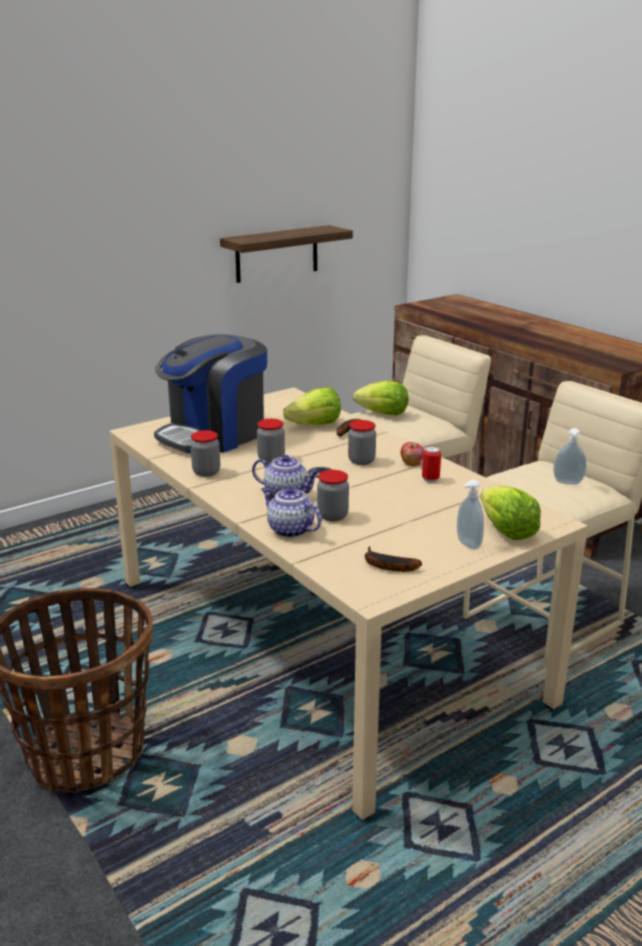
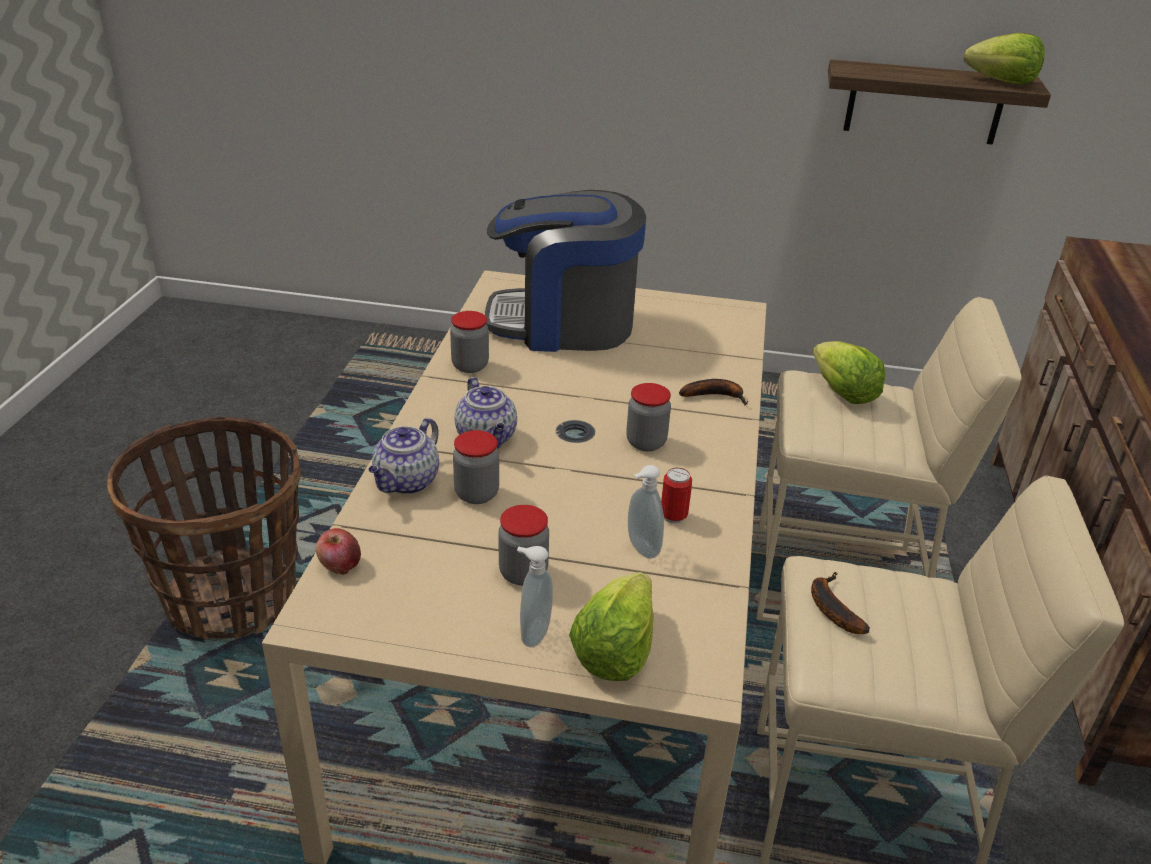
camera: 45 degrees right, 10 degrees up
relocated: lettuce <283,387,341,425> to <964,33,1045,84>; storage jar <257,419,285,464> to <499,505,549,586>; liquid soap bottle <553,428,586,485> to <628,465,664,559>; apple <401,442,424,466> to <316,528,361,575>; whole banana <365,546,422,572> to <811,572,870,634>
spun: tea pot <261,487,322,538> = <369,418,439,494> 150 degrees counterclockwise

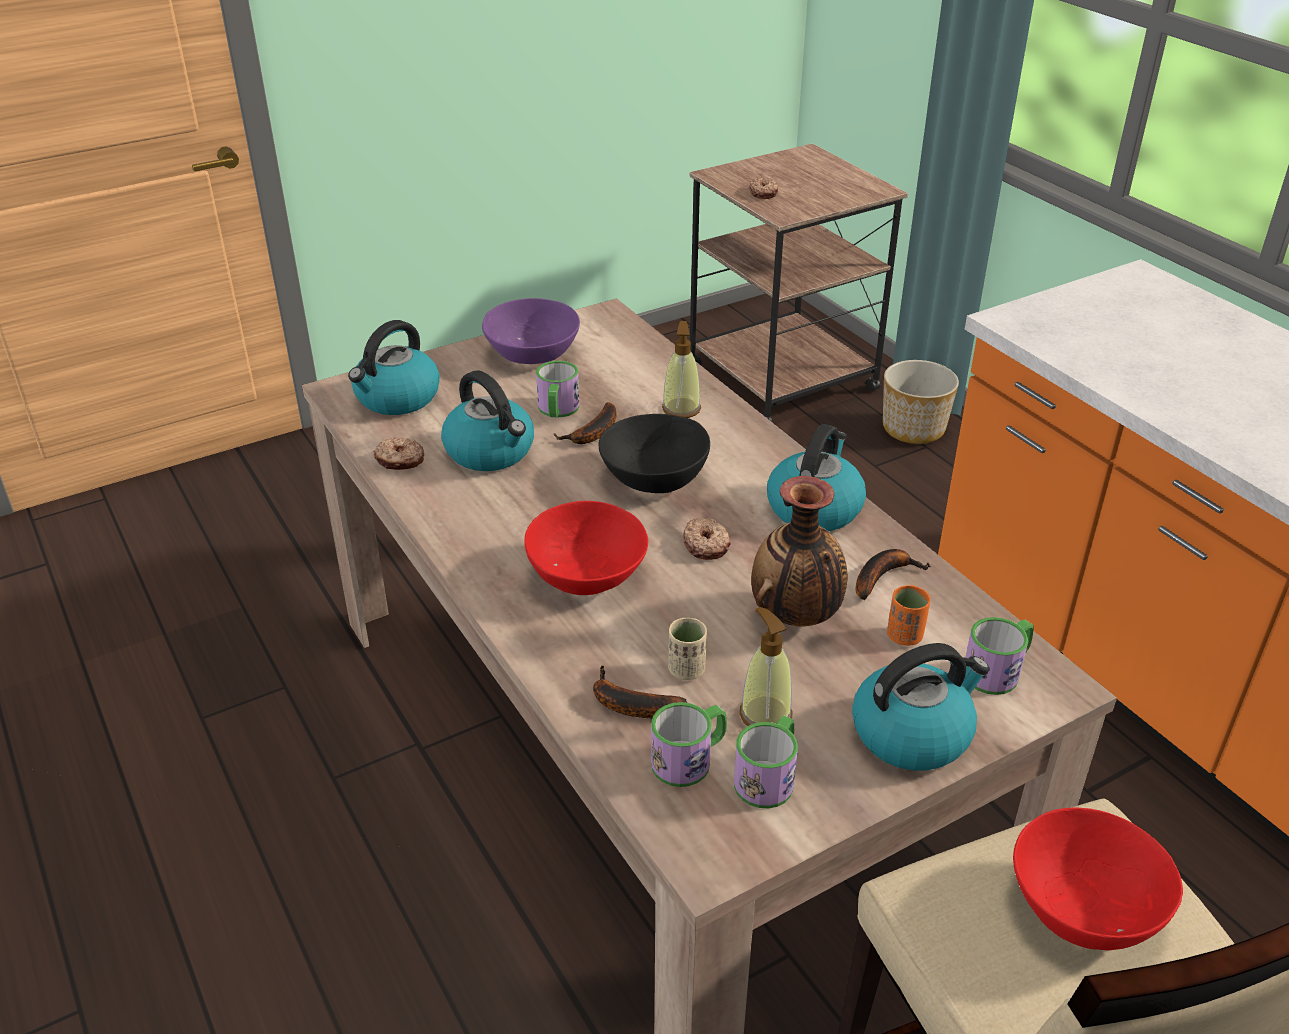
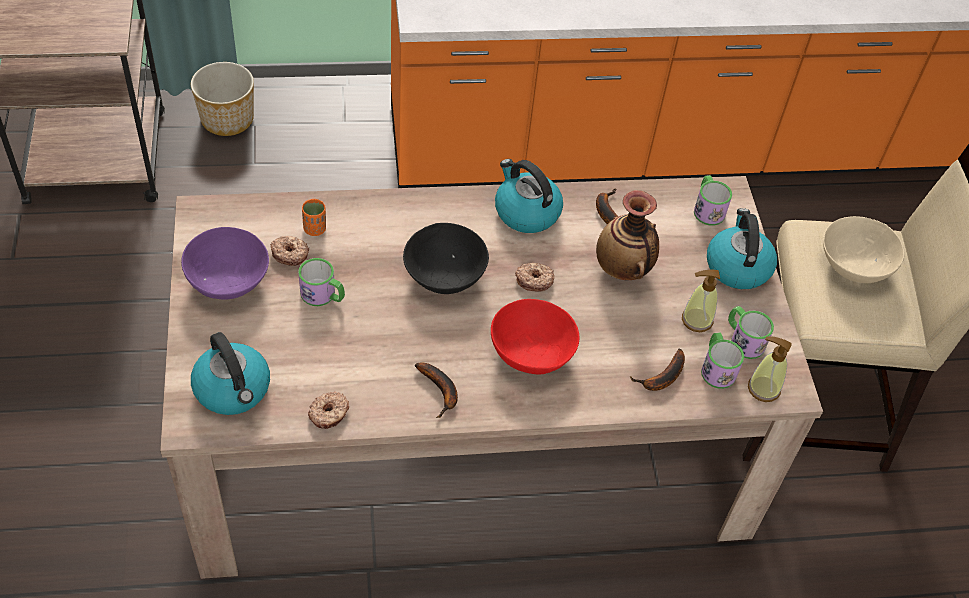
camera: 70 degrees left, 15 degrees up
missing: tea kettle <441,370,534,471>; sand-coloured drinking cup <668,618,707,680>
relocated: ring doughnut <749,177,778,199> to <270,236,309,266>; liquid soap bottle <662,321,701,418> to <748,336,792,402>; whole banana <553,402,617,444> to <415,363,458,418>; orange-coloured drinking cup <887,585,930,646> to <302,199,326,236>
colour: reddish deep dish <1013,807,1183,951> to sand-coloured deep dish <823,216,904,283>

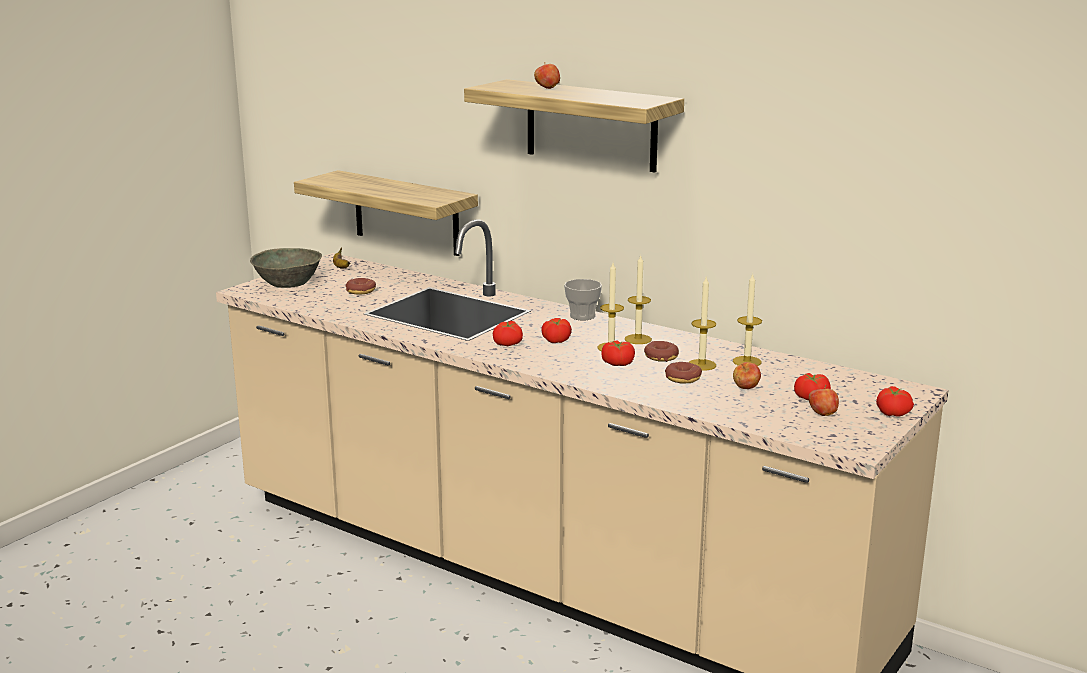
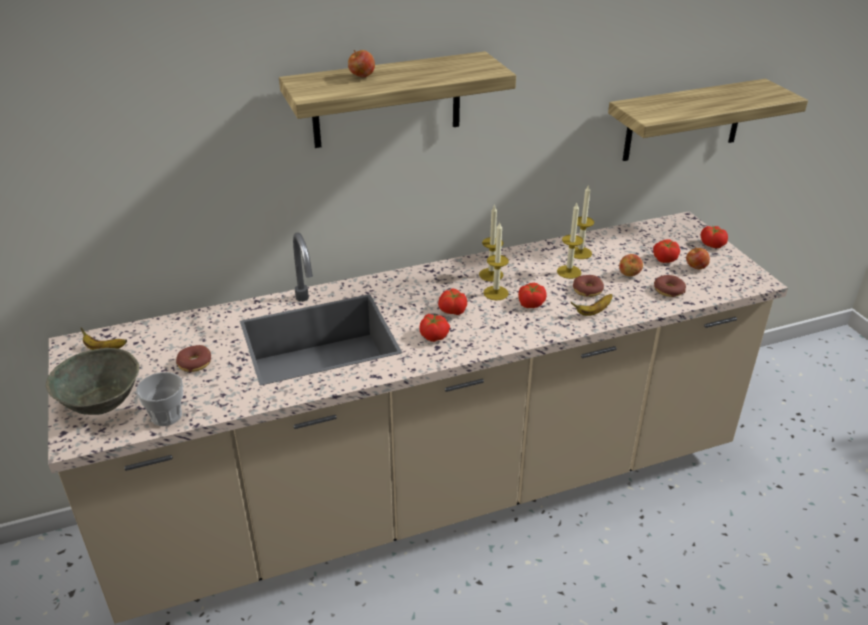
camera: 55 degrees left, 15 degrees up
appeared: whole banana <571,294,613,316>
relocated: shelf <294,170,478,256> to <608,79,808,161>; drinking cup <564,279,602,321> to <136,372,183,426>; ring doughnut <644,341,679,362> to <654,275,686,297>

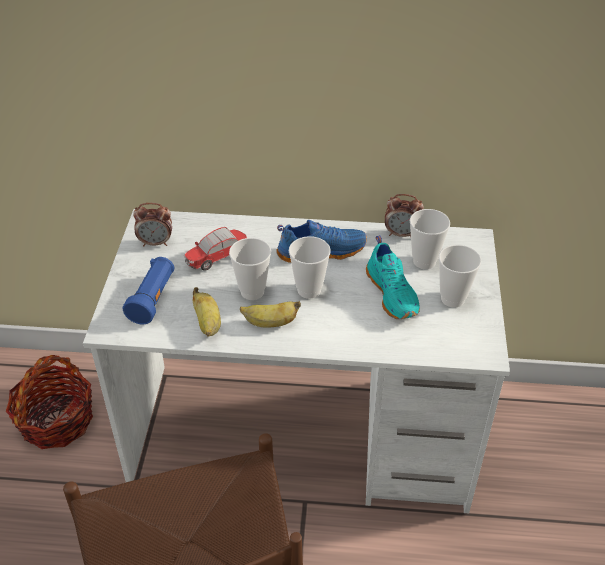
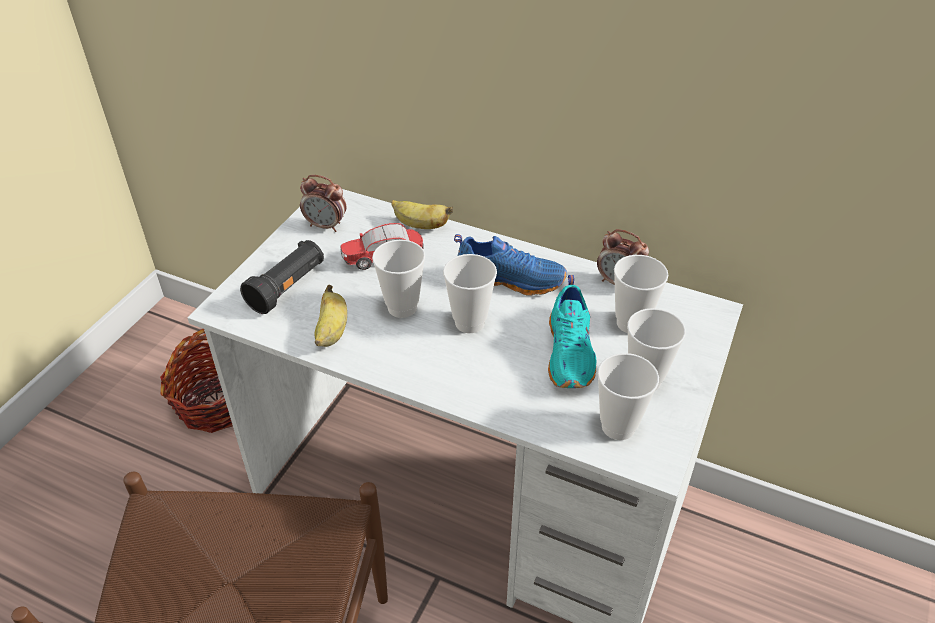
camera: 20 degrees right, 0 degrees up
appeared: drinking cup <597,353,659,440>
relocated: whole banana <240,301,301,328> to <391,200,453,229>
colour: bluish flashlight <123,257,174,325> to black-coloured flashlight <240,240,324,314>

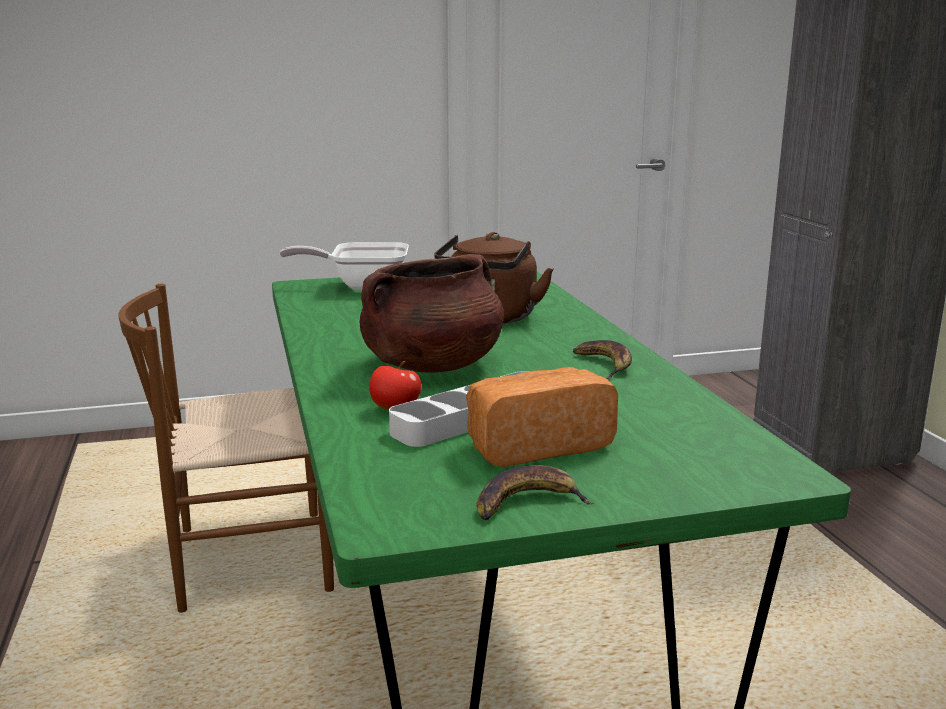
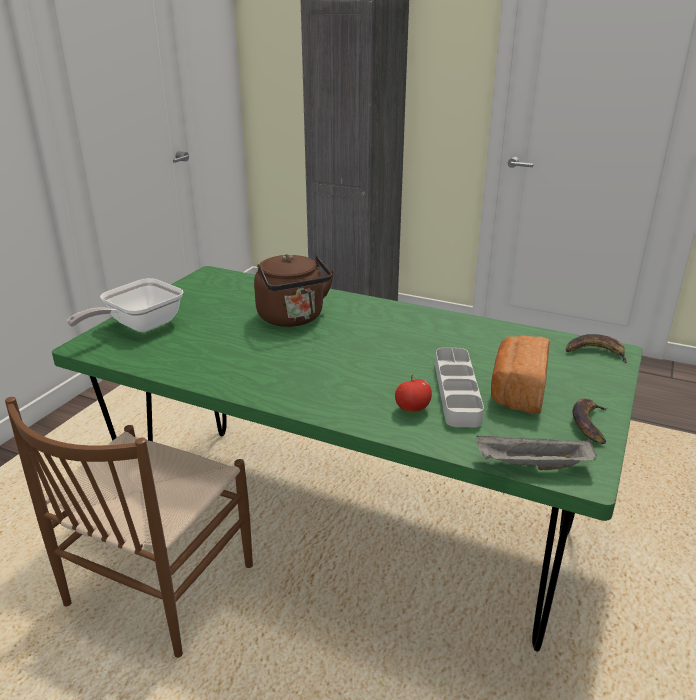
camera: 50 degrees left, 10 degrees up
missing: brown cooking pot <360,254,504,373>
appeared: gray serving tray <476,435,597,470>
relocated: whole banana <573,340,632,379> to <566,334,627,363>

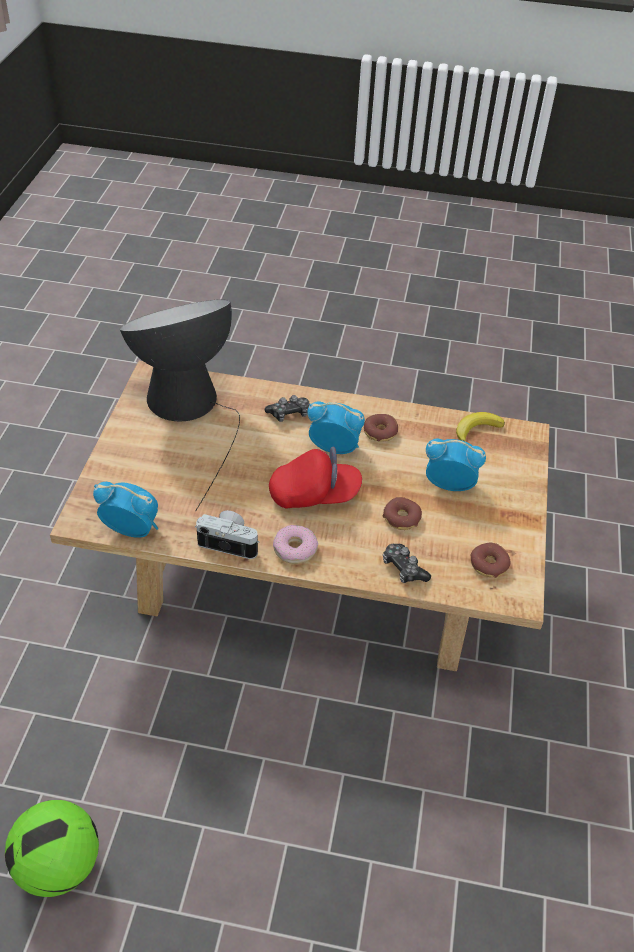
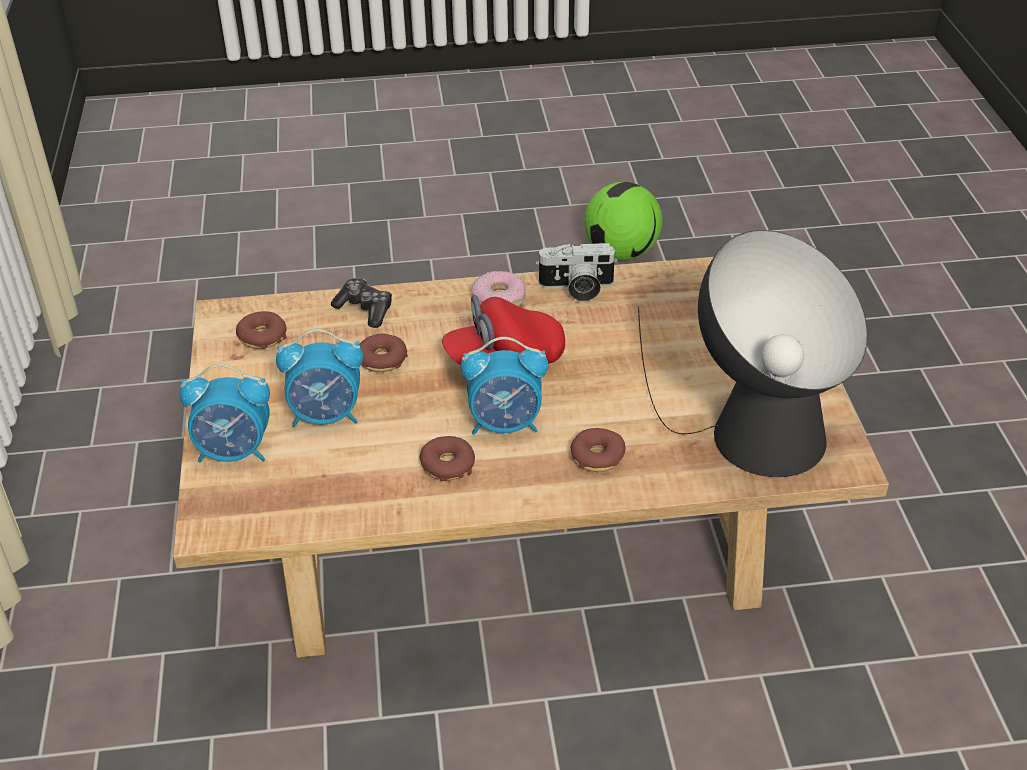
camera: 165 degrees right, 5 degrees down
missing: whole banana <456,412,505,442>
relocated: bedside clock <93,482,158,538> to <180,364,270,463>
exchanged: joypad <265,395,309,422> to ring doughnut <571,428,625,472>

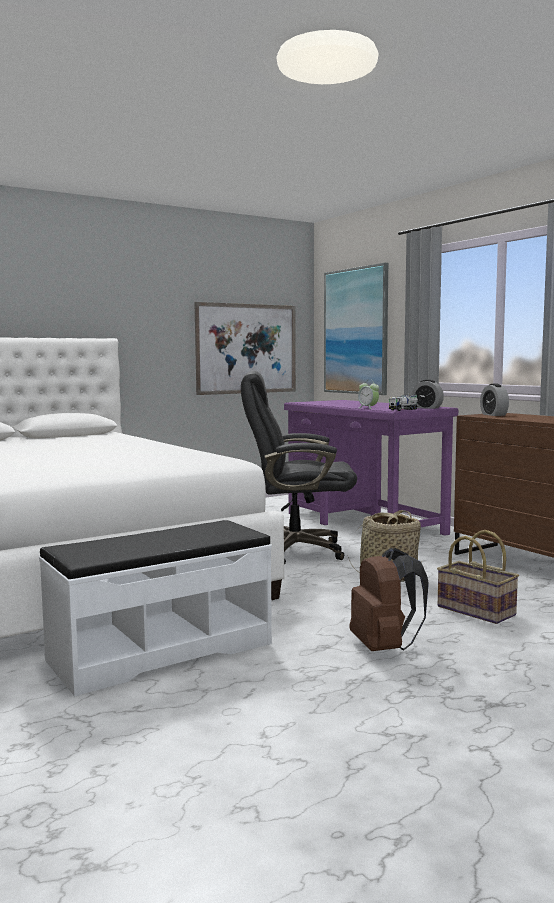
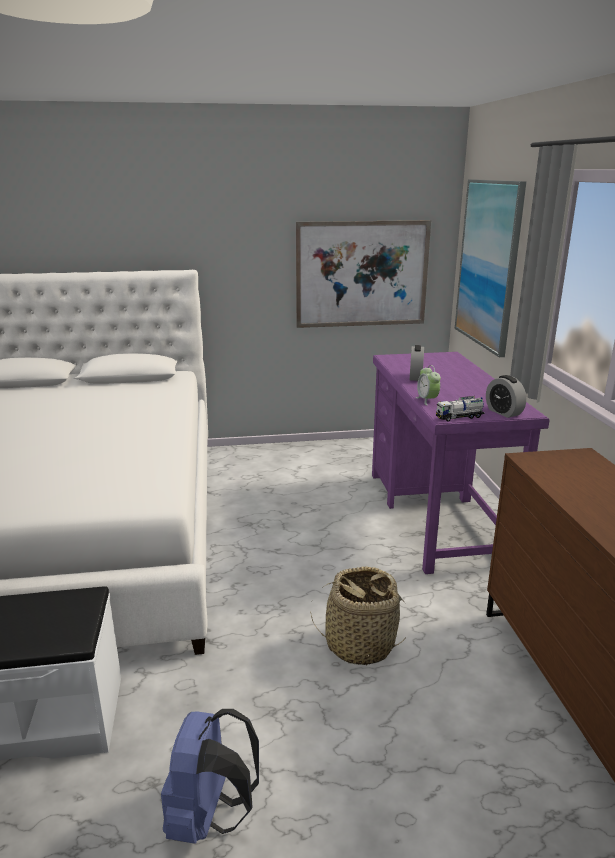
camera: 25 degrees right, 15 degrees up
missing: black-coloured computer chair <241,371,357,565>; storage basket <437,530,519,624>
relocated: bedside clock <480,384,509,416> to <409,345,424,381>
colour: brown backpack <349,548,429,651> to bluish backpack <161,709,259,844>

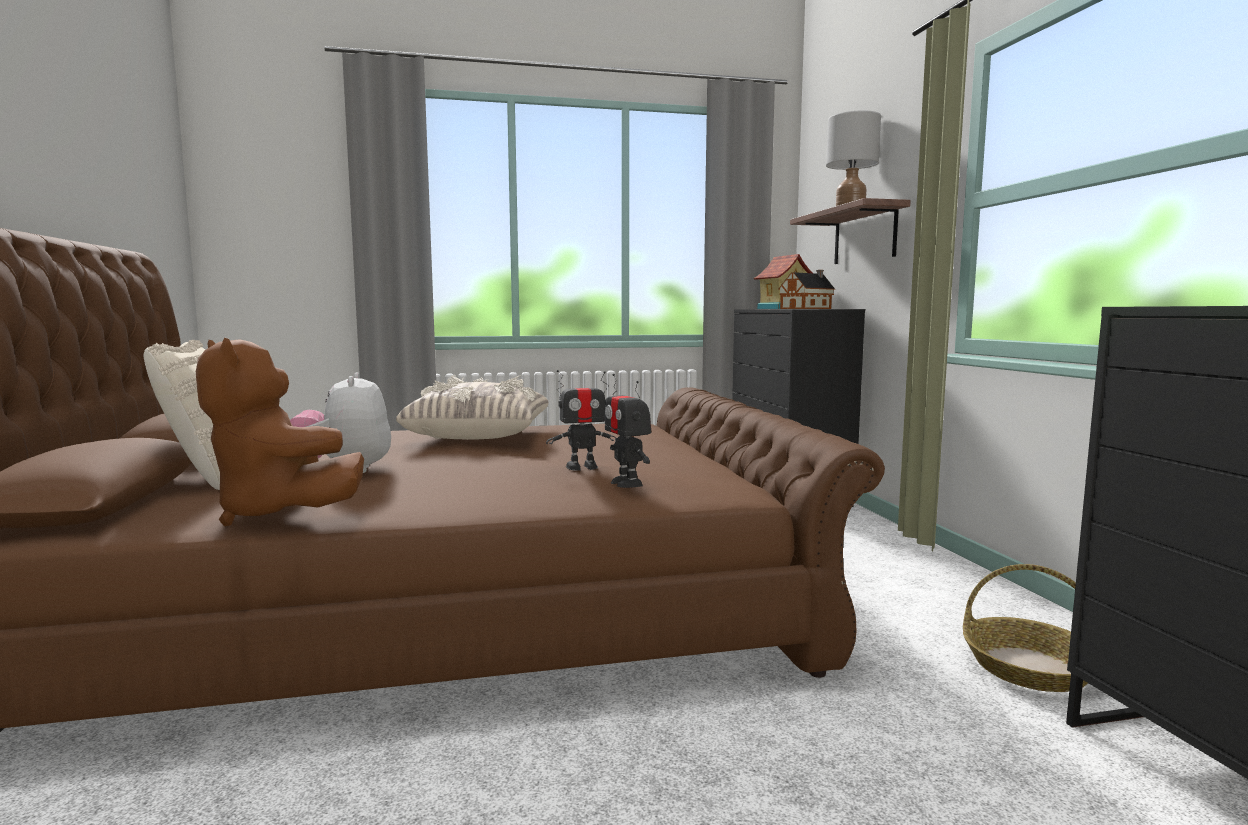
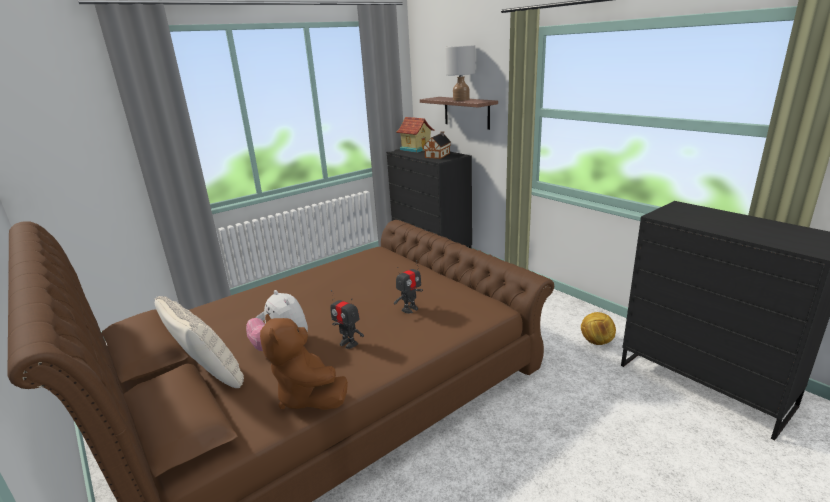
camera: 25 degrees left, 15 degrees up
missing: sand-coloured pillow <396,375,549,440>
relocated: toy robot <605,374,651,488> to <330,290,364,349>
exchanged: storage basket <963,564,1088,692> to football <581,312,616,345>
spun: brown soft toy <196,337,364,526> = <260,314,348,410> 45 degrees clockwise

